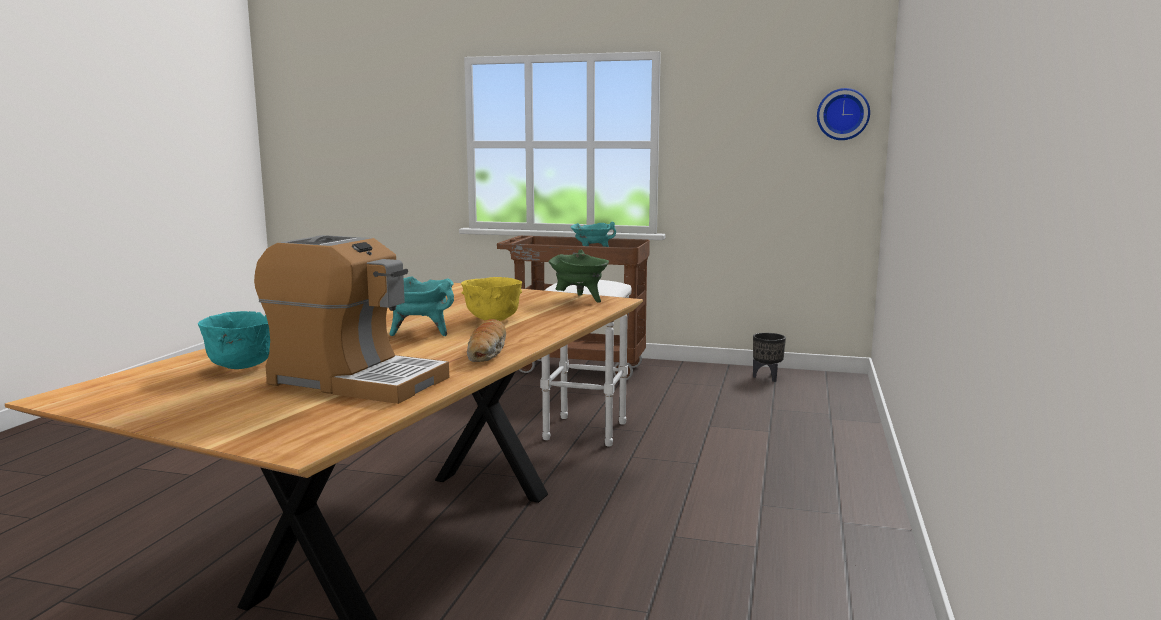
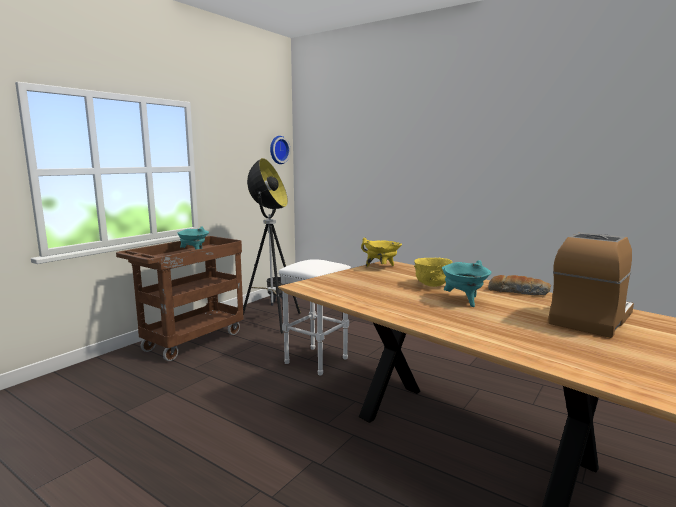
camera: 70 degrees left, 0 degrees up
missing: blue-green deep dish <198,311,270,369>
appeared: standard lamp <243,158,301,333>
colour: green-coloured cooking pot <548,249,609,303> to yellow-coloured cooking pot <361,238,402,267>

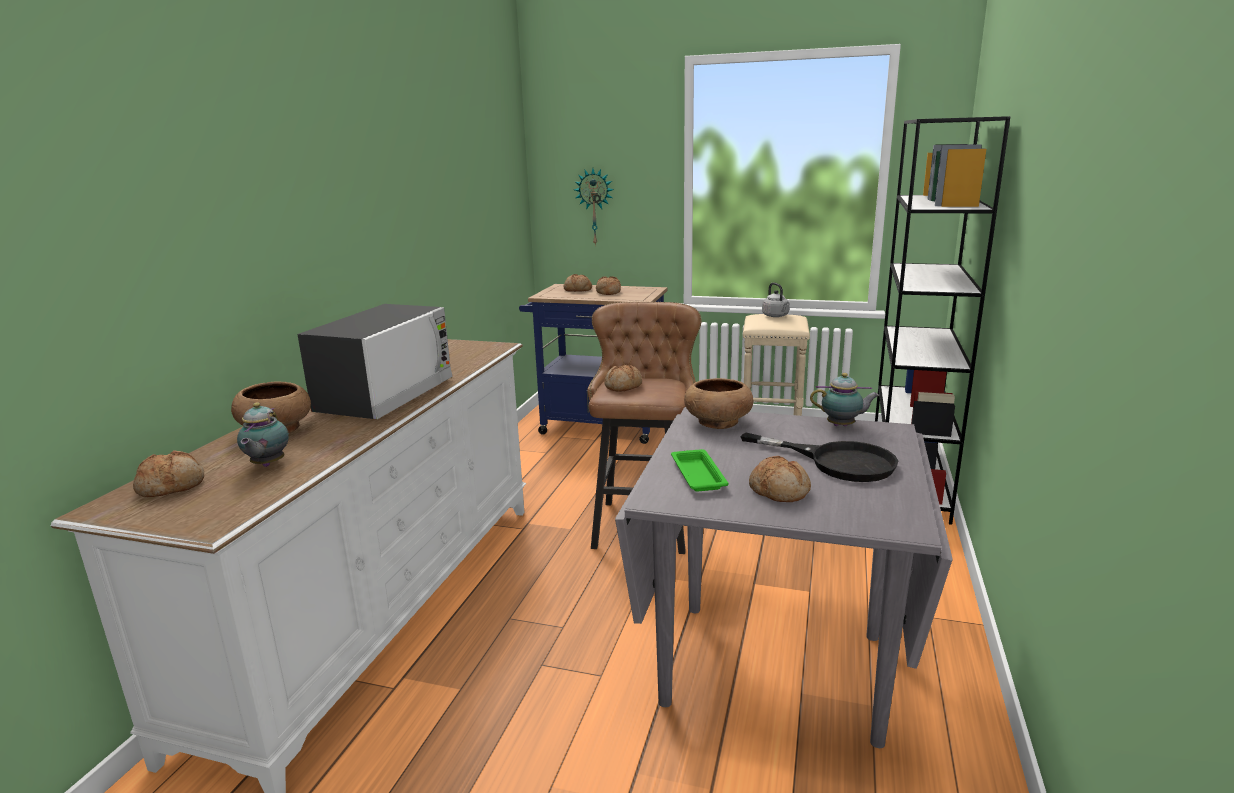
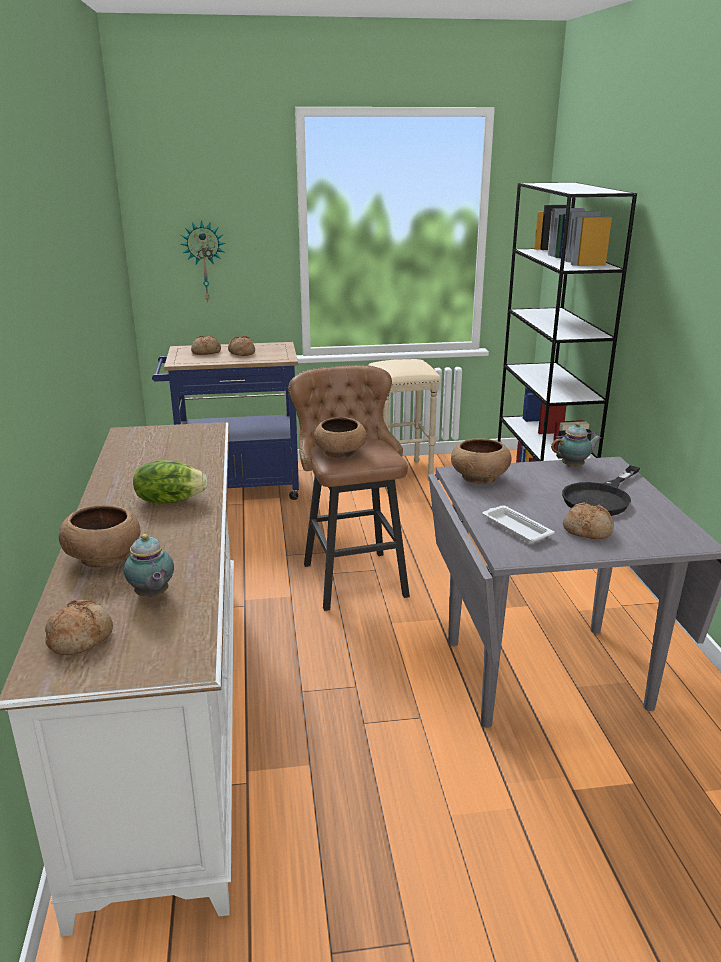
camera: 25 degrees left, 5 degrees up
missing: gray tea kettle <762,283,790,317>
exchanged: kitchen microwave <297,304,453,419> to lettuce <133,460,208,504>; bread <604,365,642,392> to brown deep dish <314,417,367,458>
colour: green-coloured serving tray <671,449,729,492> to white serving tray <482,505,555,543>
spun: black-coloured frying pan <740,432,898,482> = <562,465,640,516> 120 degrees clockwise

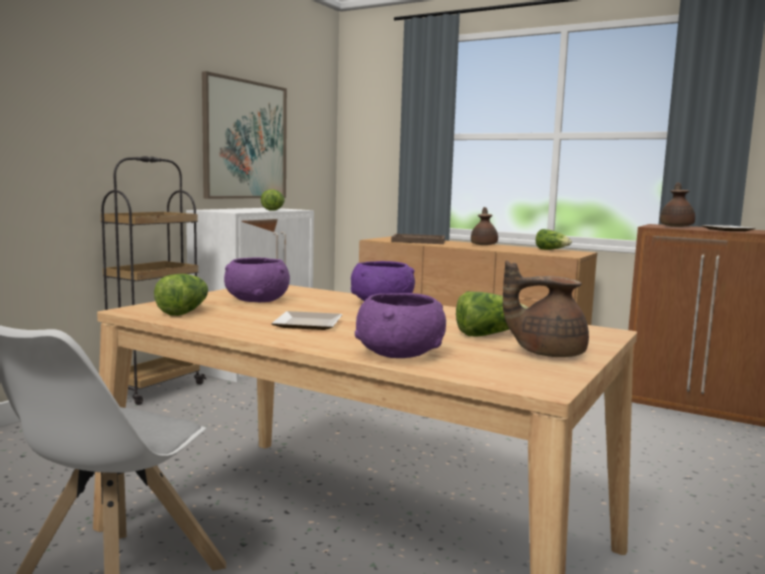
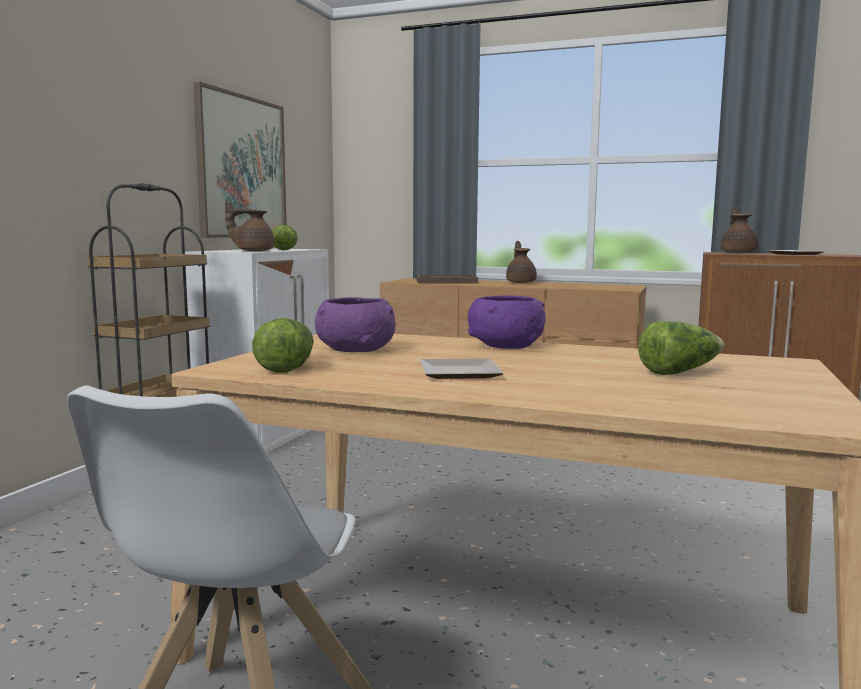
camera: 10 degrees left, 0 degrees up
missing: lettuce <536,229,572,250>; purplish deep dish <355,293,446,358>
relocated: brown tea pot <503,260,589,357> to <225,200,274,251>

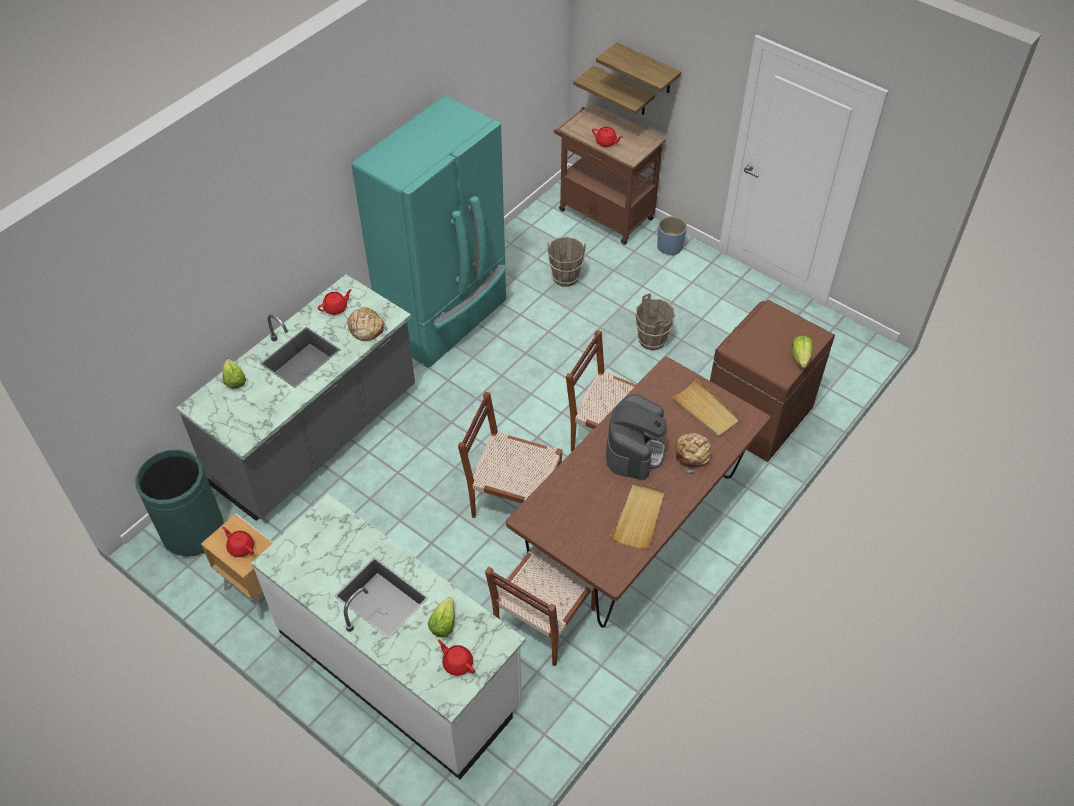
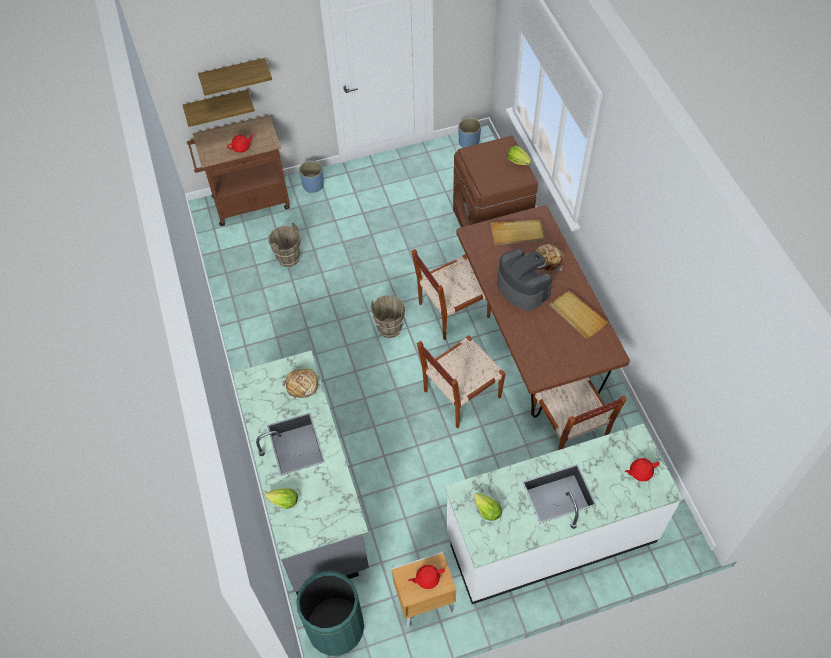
camera: 55 degrees left, 5 degrees up
missing: blue-green refrigerator <351,96,506,368>; reddish tea pot <318,289,352,315>
appeared: bluish flower pot <458,118,481,148>
relocated: brown bucket <635,293,675,351> to <371,295,405,338>; lettuce <428,597,455,637> to <474,492,502,521>

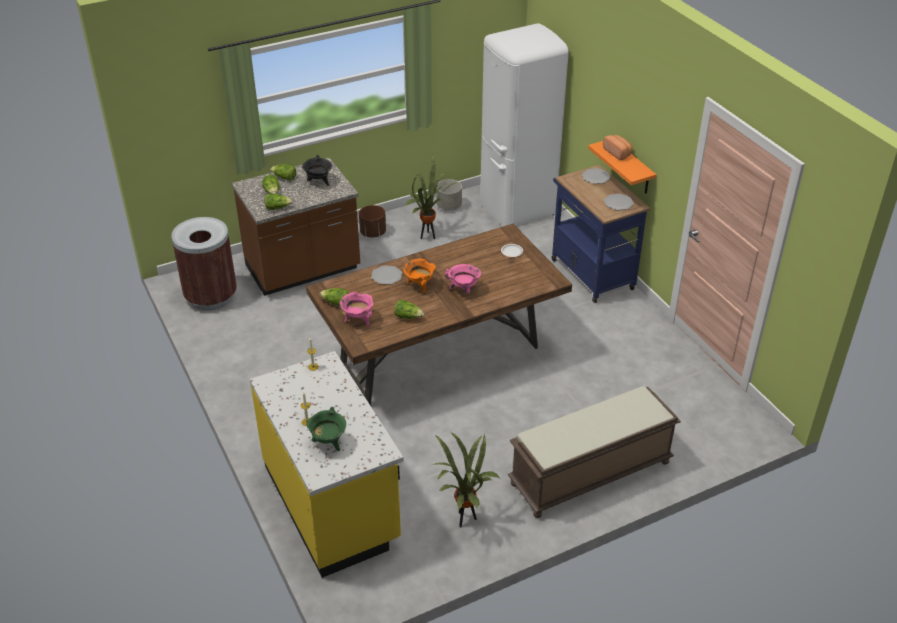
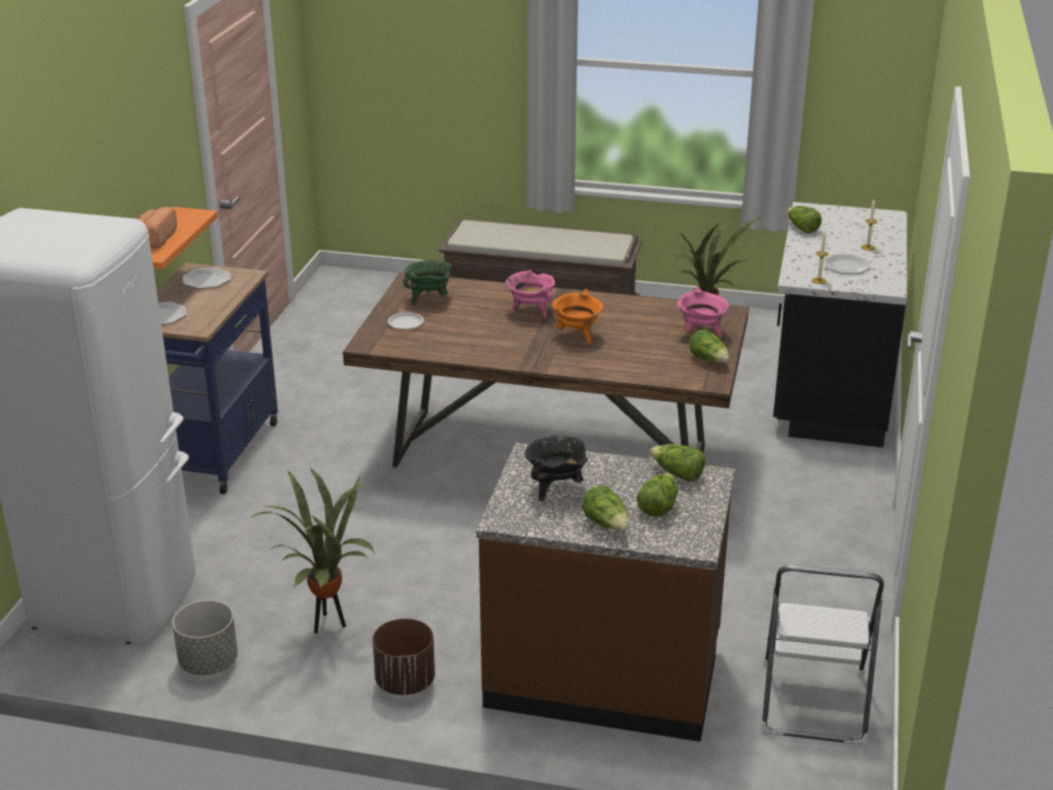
camera: 140 degrees left, 10 degrees down
relocated: dinner plate <371,265,402,285> to <823,254,871,274>; lettuce <394,299,424,319> to <787,206,822,233>; green-coloured cooking pot <306,407,346,451> to <403,260,452,306>
exchanged: brown waste bin <171,217,237,311> to white stepladder <761,565,884,746>
colour: yellow-coloured kitchen counter <250,351,404,578> to black-coloured kitchen counter <773,202,907,447>

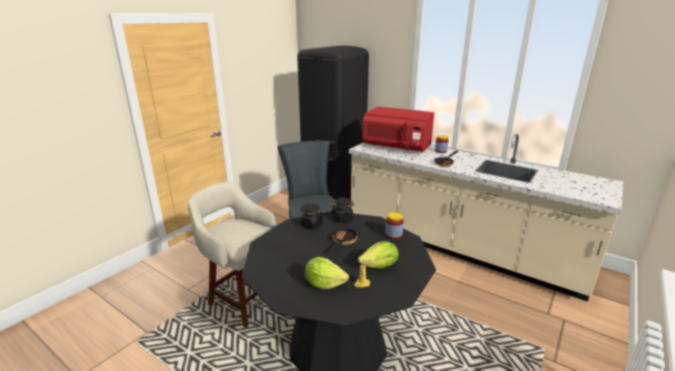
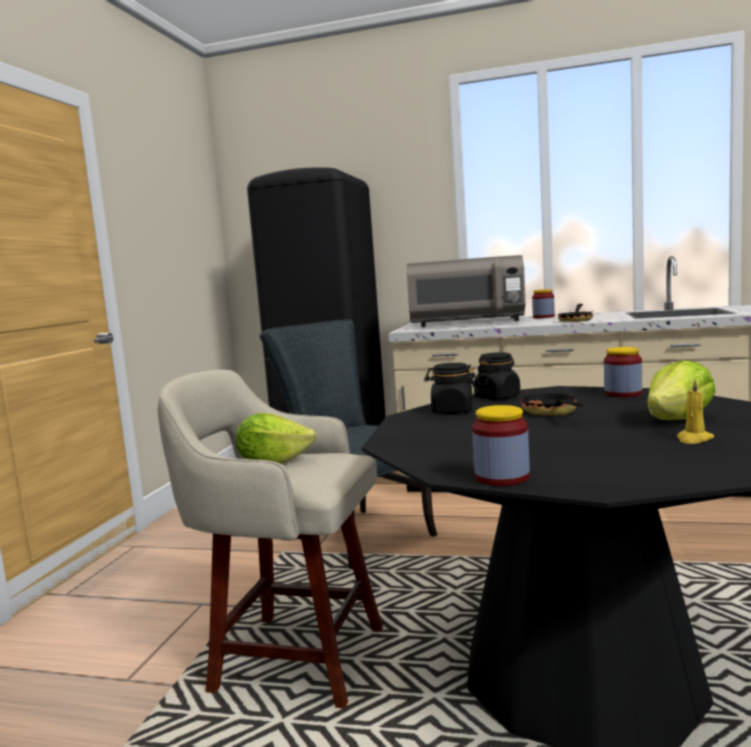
camera: 20 degrees left, 15 degrees down
appeared: storage jar <472,405,530,486>
relocated: lettuce <305,257,349,289> to <236,413,316,464>
colour: reddish kitchen microwave <362,106,434,152> to gray kitchen microwave <407,255,525,327>

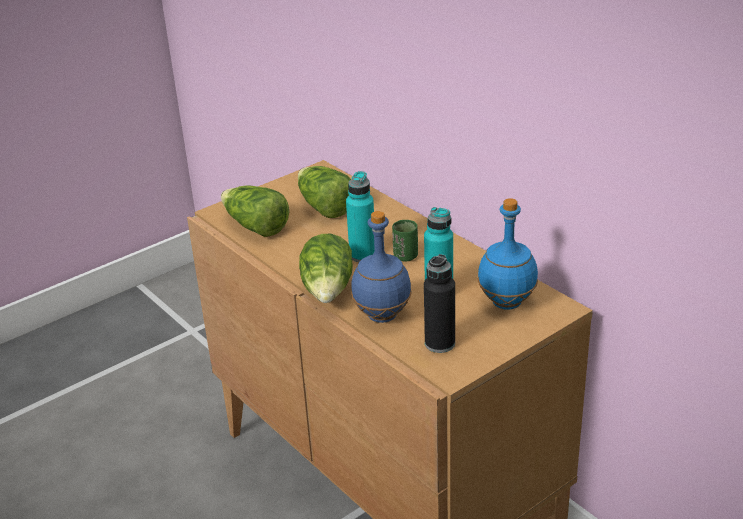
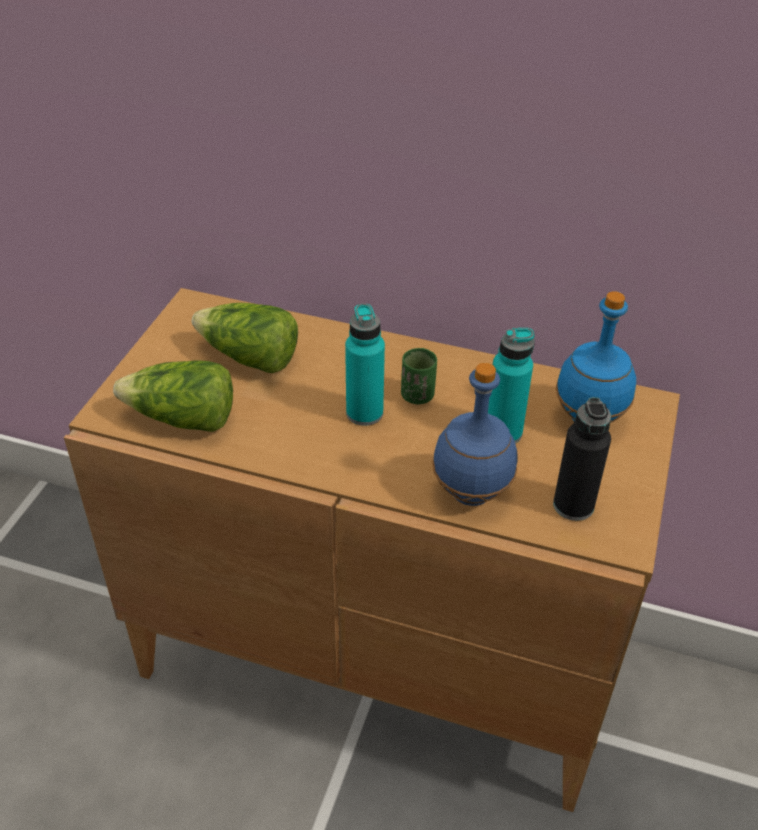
camera: 35 degrees left, 10 degrees up
missing: lettuce <299,234,353,303>

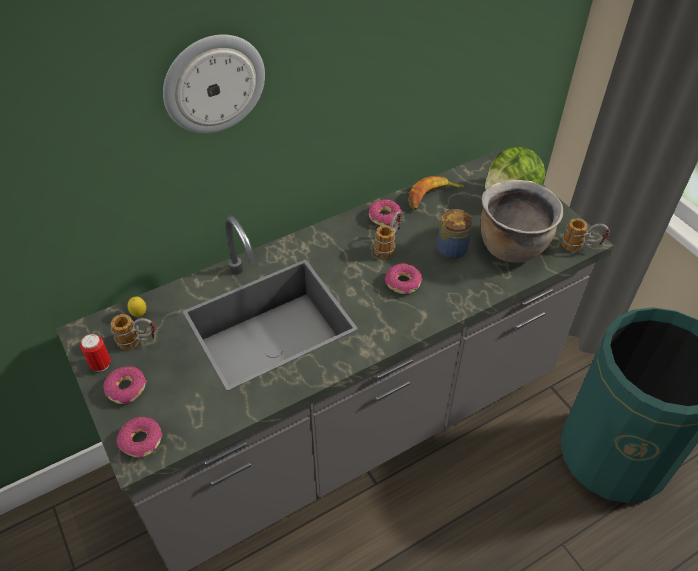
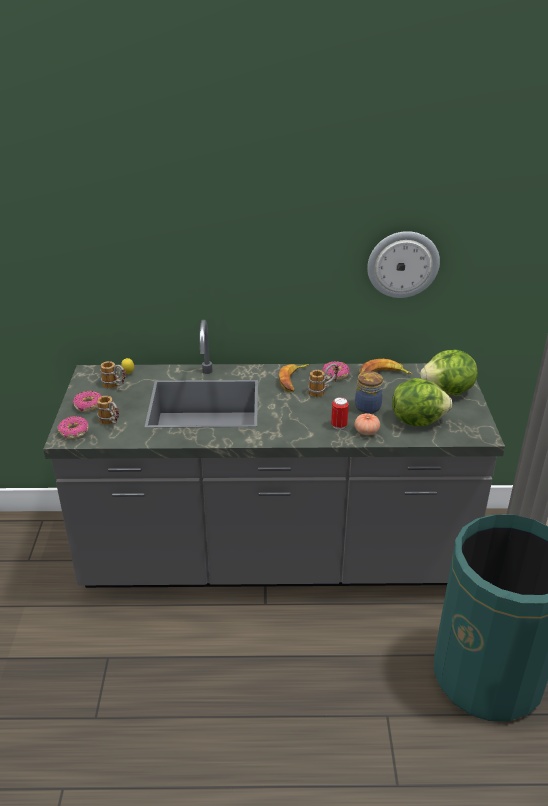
camera: 30 degrees right, 15 degrees down
missing: ring doughnut <385,263,423,294>
appeared: whole banana <279,364,310,392>; whole tomato <354,413,380,435>
relocated: clock on the wall <163,34,265,133> to <367,231,440,298>; tea mug <562,218,610,251> to <97,396,119,425>; metal can <80,334,111,372> to <331,397,349,430>
exchanged: brown cooking pot <481,180,563,263> to lettuce <392,378,452,426>

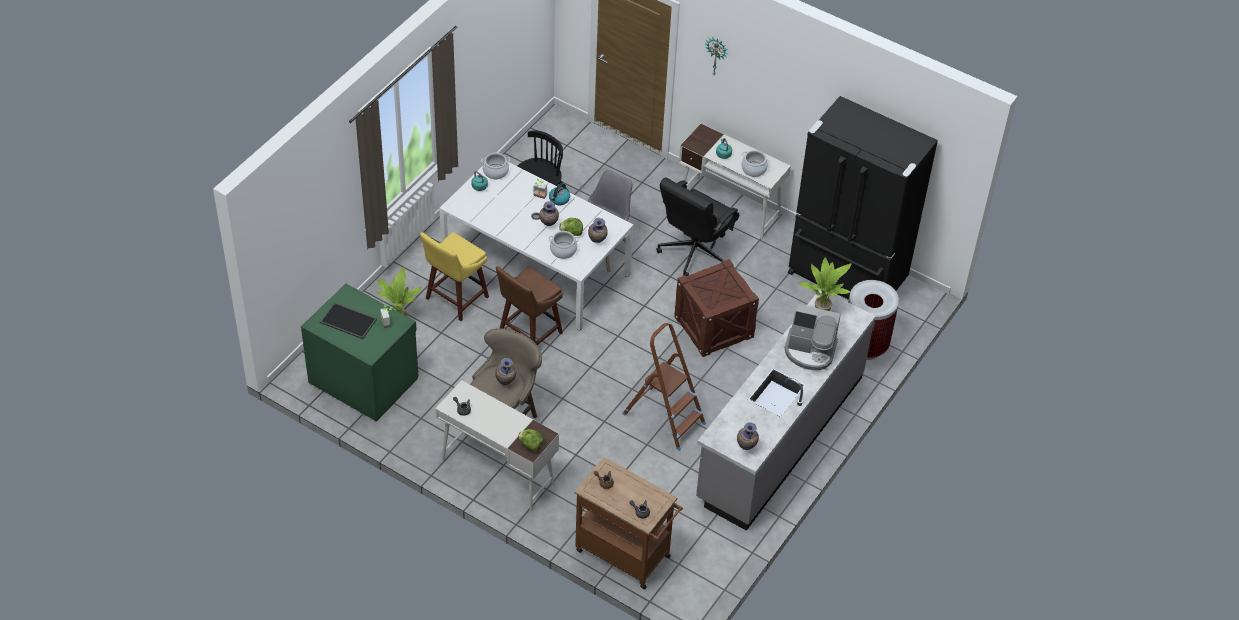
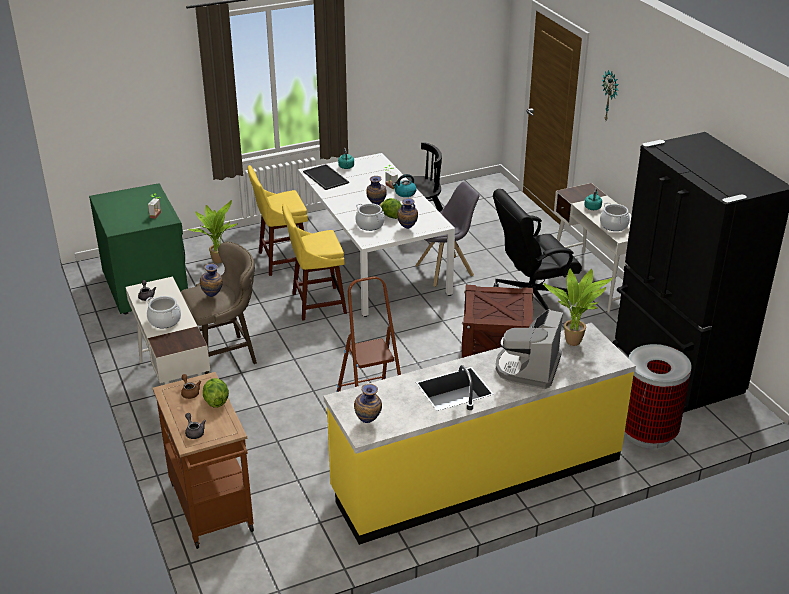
camera: 35 degrees right, 15 degrees down
relocated: cooking pot <481,153,510,179> to <146,296,181,328>; serving tray <320,303,377,339> to <303,164,349,190>; lettuce <518,429,543,451> to <203,378,229,408>
colour: brown upright chair <496,266,563,345> to yellow-coloured upright chair <282,203,347,321>; gray kitchen counter <696,290,876,531> to yellow-coloured kitchen counter <324,323,636,545>
spun: coffee machine <785,304,841,370> = <496,309,563,389> 60 degrees clockwise

